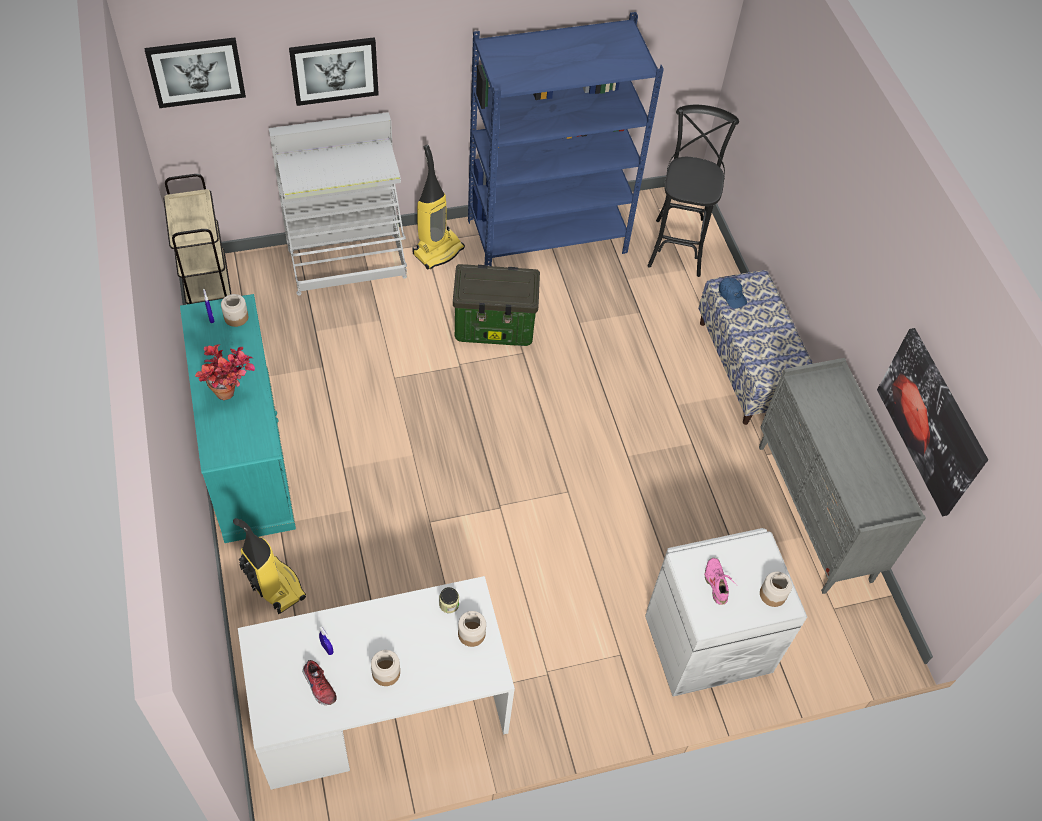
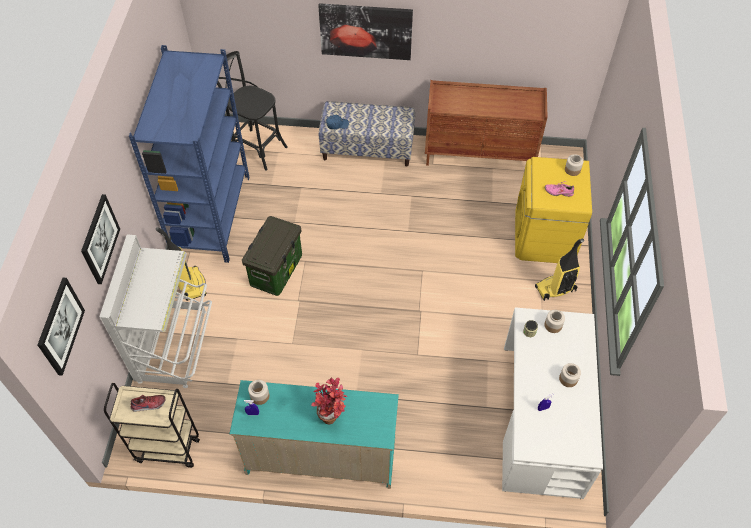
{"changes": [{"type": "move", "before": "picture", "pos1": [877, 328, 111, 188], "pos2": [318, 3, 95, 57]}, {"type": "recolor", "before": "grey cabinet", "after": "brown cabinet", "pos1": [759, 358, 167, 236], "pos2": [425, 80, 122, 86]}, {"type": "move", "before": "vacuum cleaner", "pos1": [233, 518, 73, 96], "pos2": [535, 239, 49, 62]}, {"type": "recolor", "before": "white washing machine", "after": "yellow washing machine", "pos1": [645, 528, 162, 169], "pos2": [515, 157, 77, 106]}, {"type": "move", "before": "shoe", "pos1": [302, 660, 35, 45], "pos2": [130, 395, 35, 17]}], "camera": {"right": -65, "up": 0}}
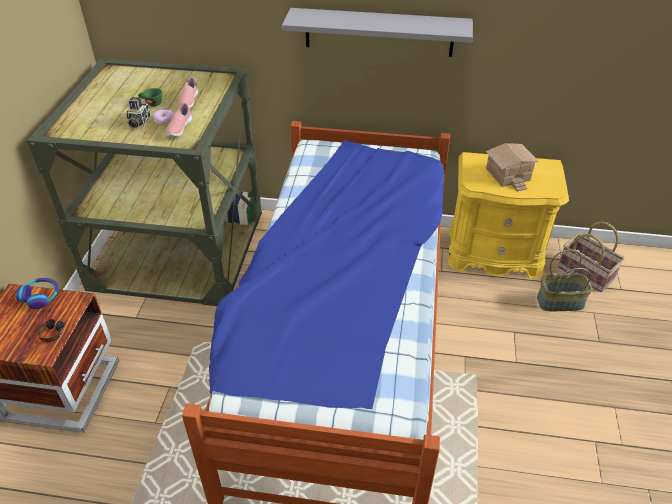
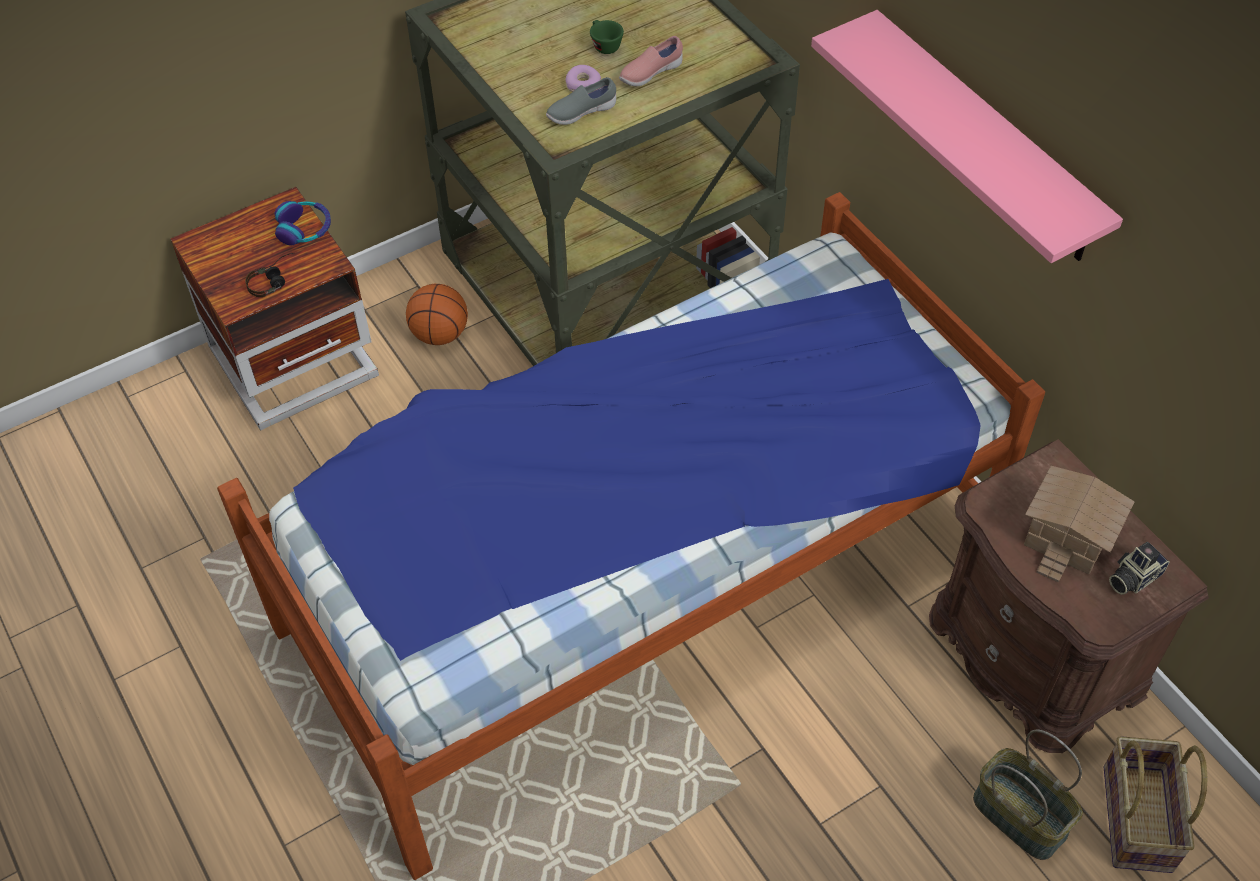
{"changes": [{"type": "recolor", "before": "grey shelf", "after": "pink shelf", "pos1": [282, 8, 191, 49], "pos2": [811, 10, 312, 253]}, {"type": "move", "before": "photo camera", "pos1": [127, 97, 23, 32], "pos2": [1109, 542, 61, 53]}, {"type": "recolor", "before": "pink shoe", "after": "grey shoe", "pos1": [166, 103, 26, 34], "pos2": [546, 77, 70, 48]}, {"type": "recolor", "before": "yellow nightstand", "after": "brown nightstand", "pos1": [448, 152, 121, 126], "pos2": [929, 439, 280, 314]}, {"type": "insert", "after": "basketball", "pos2": [406, 284, 62, 61]}], "camera": {"right": 50, "up": 10}}
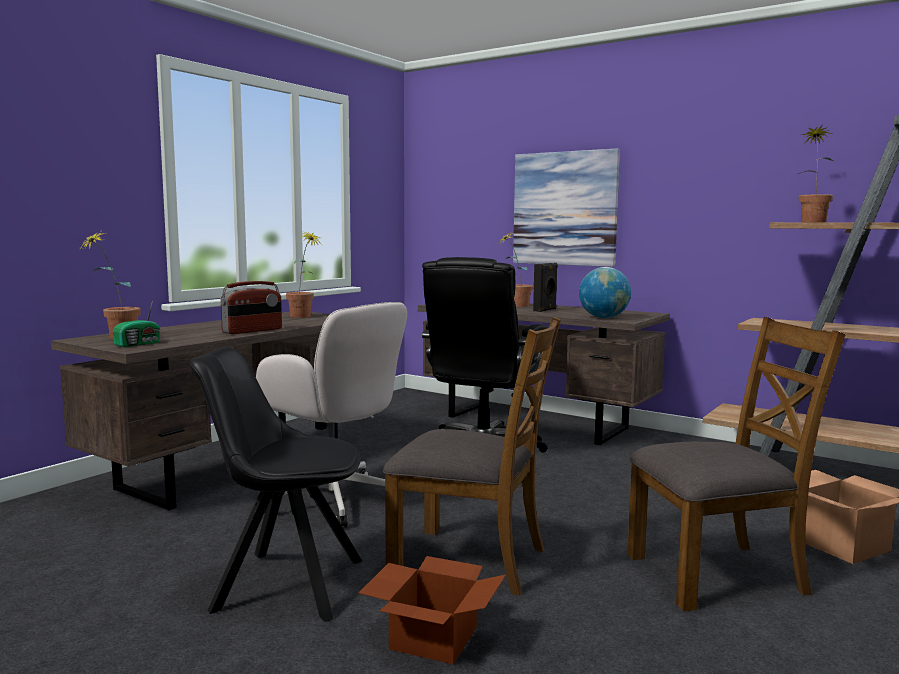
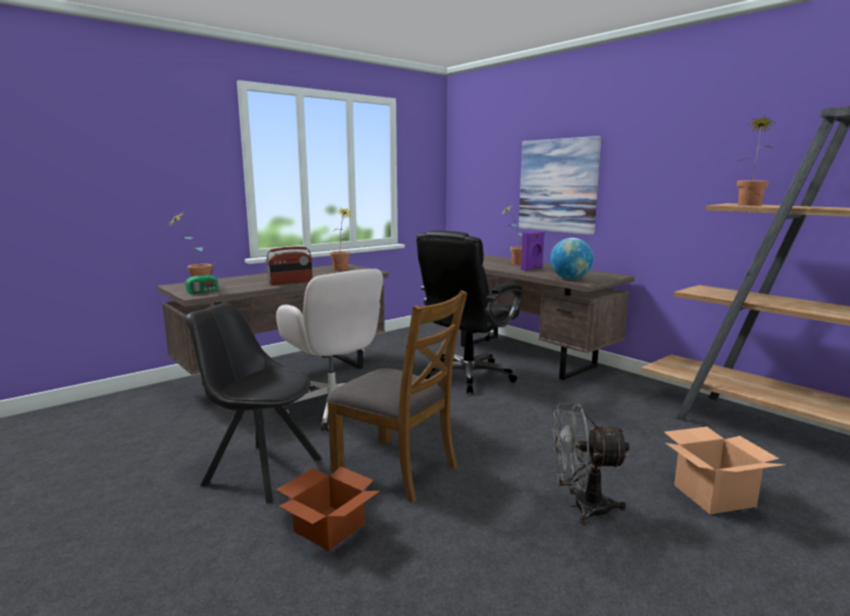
{"changes": [{"type": "recolor", "before": "black speaker", "after": "purple speaker", "pos1": [533, 263, 25, 49], "pos2": [521, 231, 24, 40]}, {"type": "replace", "before": "brown chair", "after": "grey fan", "pos1": [627, 317, 219, 294], "pos2": [552, 403, 78, 122]}], "camera": {"right": 15, "up": 5}}
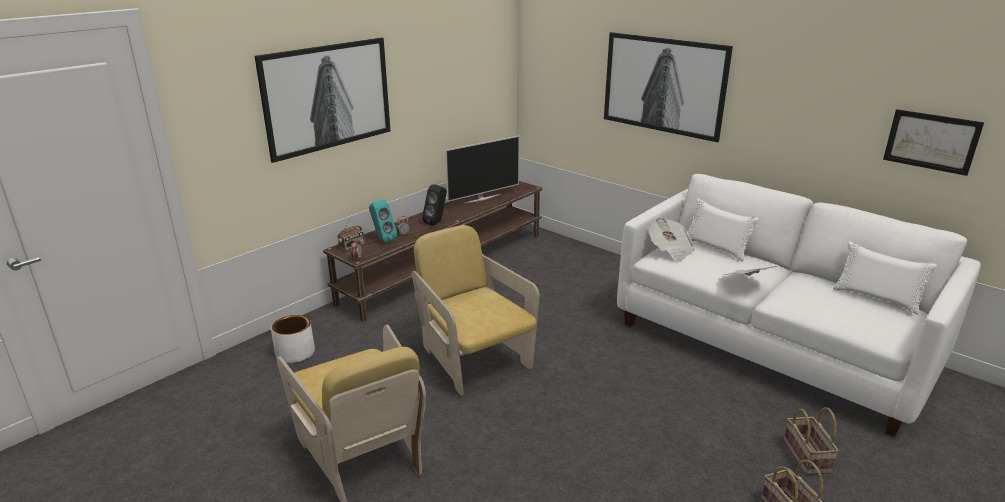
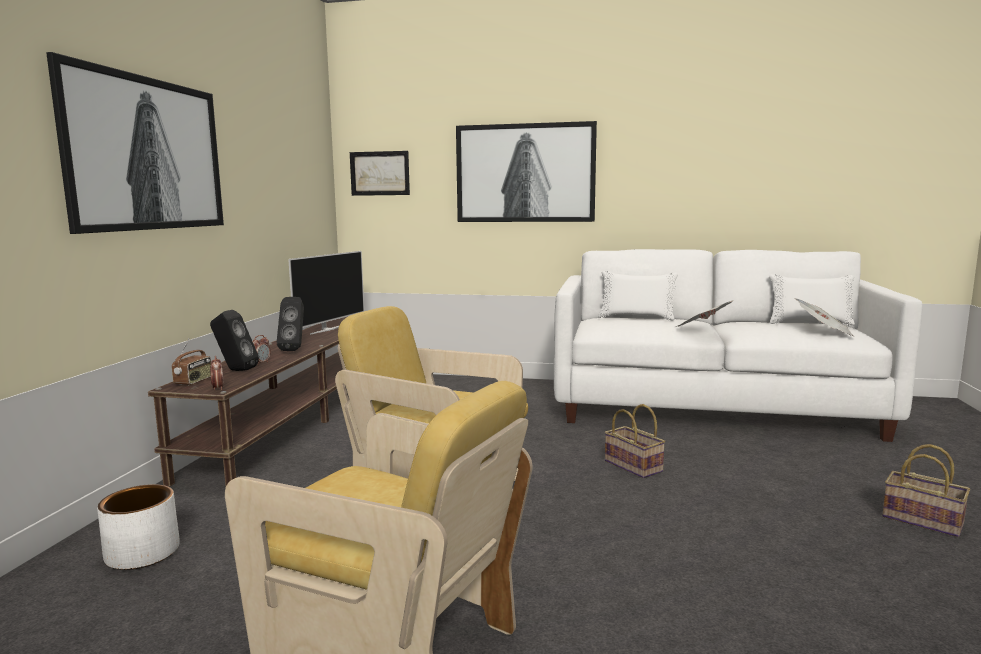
{"changes": [{"type": "move", "before": "picture", "pos1": [883, 109, 101, 67], "pos2": [350, 151, 60, 45]}, {"type": "recolor", "before": "turquoise speaker", "after": "black speaker", "pos1": [369, 199, 28, 44], "pos2": [210, 310, 49, 61]}, {"type": "move", "before": "newspaper", "pos1": [648, 217, 47, 44], "pos2": [794, 298, 60, 38]}, {"type": "move", "before": "basket", "pos1": [783, 407, 56, 68], "pos2": [605, 404, 60, 74]}], "camera": {"right": -30, "up": -15}}
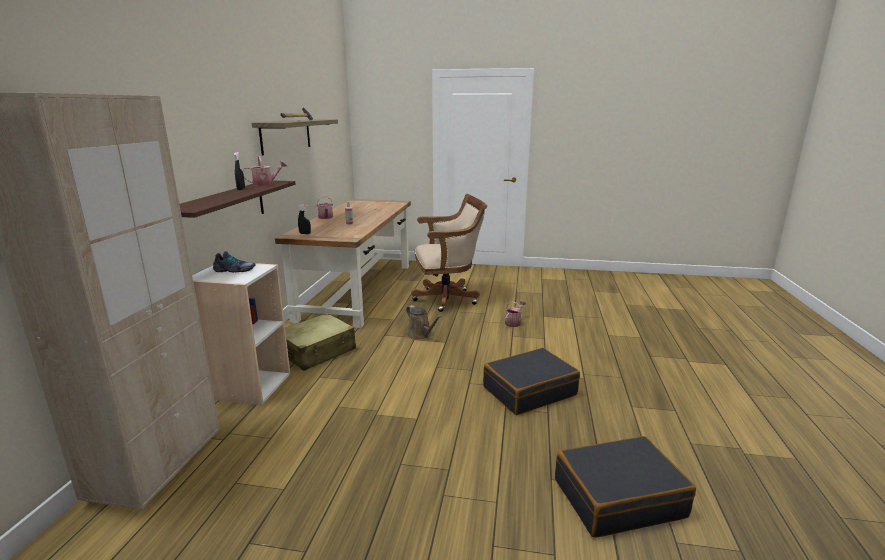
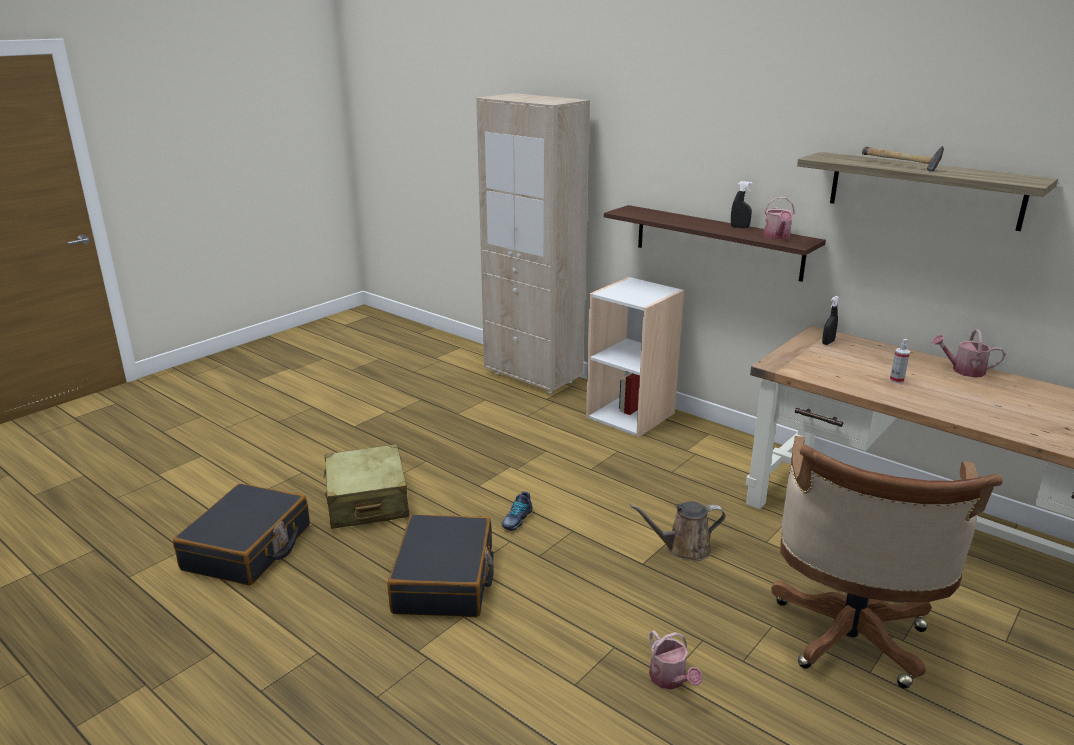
{"changes": [{"type": "move", "before": "shoe", "pos1": [213, 251, 42, 22], "pos2": [502, 491, 31, 40]}, {"type": "move", "before": "beige suitcase", "pos1": [285, 313, 71, 58], "pos2": [323, 444, 87, 85]}], "camera": {"right": 120, "up": 5}}
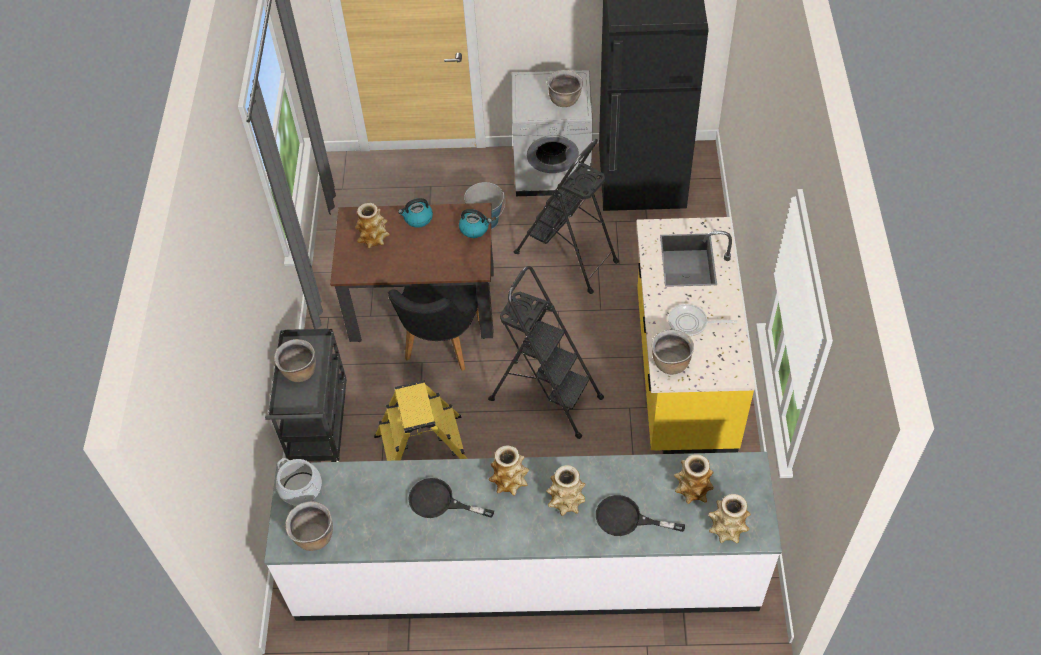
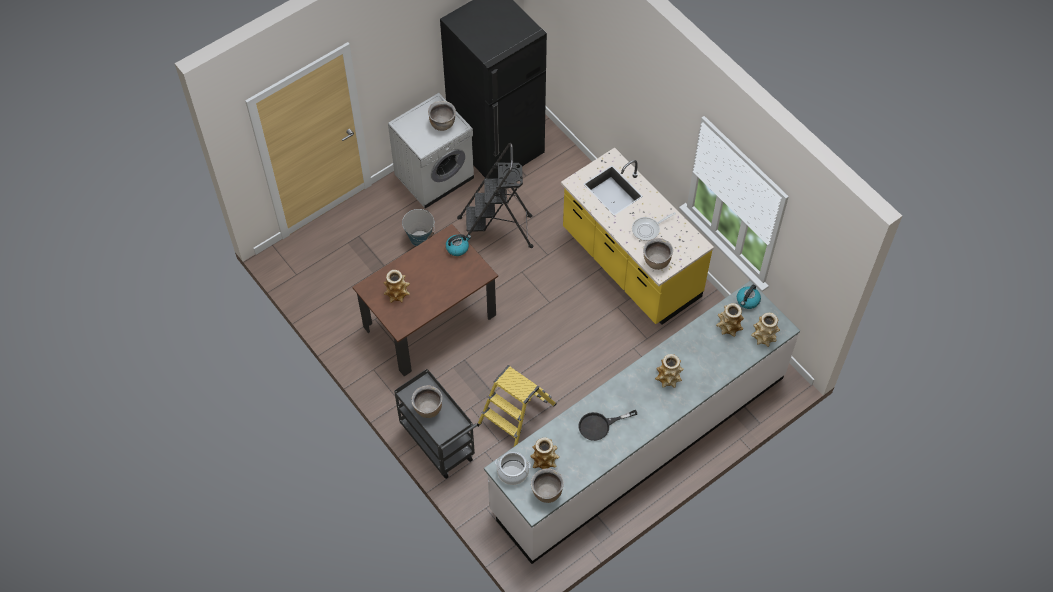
{"changes": [{"type": "move", "before": "kettle", "pos1": [398, 198, 35, 30], "pos2": [737, 284, 24, 25]}, {"type": "delete", "before": "step ladder", "pos1": [488, 266, 116, 173]}, {"type": "delete", "before": "black chair", "pos1": [388, 285, 92, 86]}, {"type": "move", "before": "vase", "pos1": [489, 445, 40, 51], "pos2": [531, 437, 28, 32]}, {"type": "delete", "before": "black frying pan", "pos1": [596, 495, 89, 41]}], "camera": {"right": -40, "up": 5}}
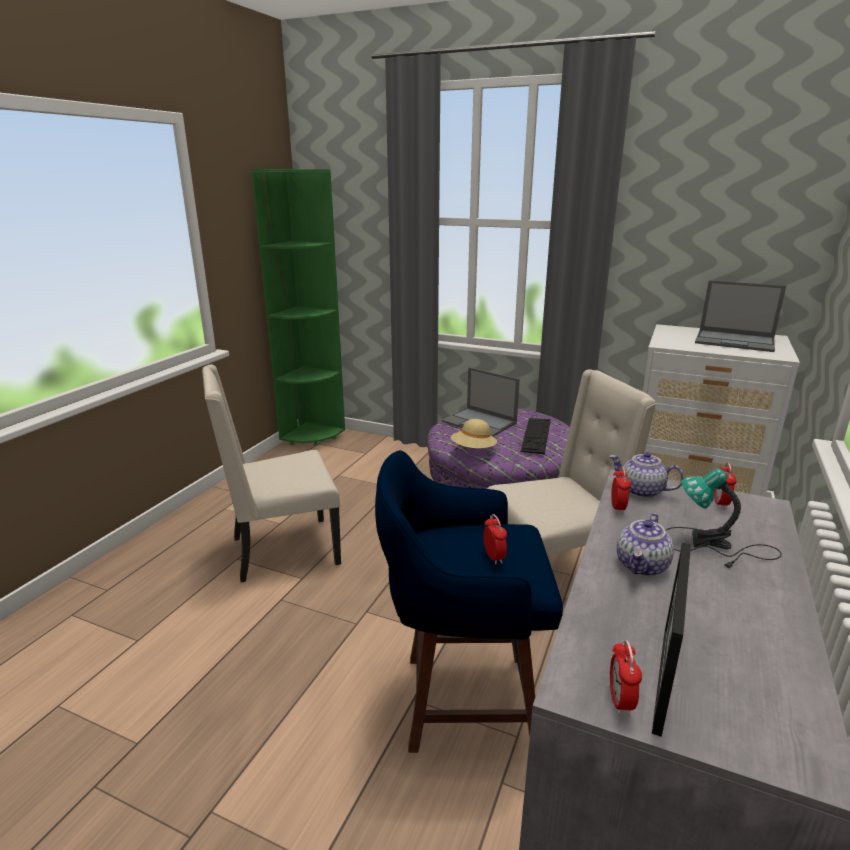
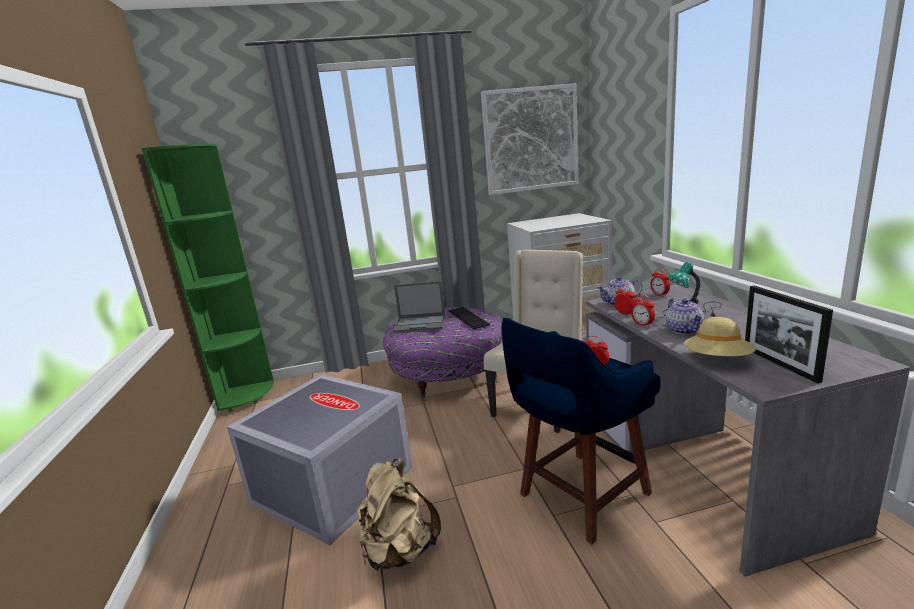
{"changes": [{"type": "delete", "before": "laptop", "pos1": [695, 280, 91, 72]}, {"type": "replace", "before": "beige chair", "after": "grey storage box", "pos1": [202, 365, 139, 217], "pos2": [227, 374, 185, 171]}, {"type": "move", "before": "beige hat", "pos1": [451, 419, 46, 29], "pos2": [684, 317, 72, 39]}, {"type": "move", "before": "alarm clock", "pos1": [610, 640, 32, 75], "pos2": [631, 294, 24, 33]}, {"type": "insert", "after": "picture", "pos2": [481, 83, 97, 112]}, {"type": "insert", "after": "beige backpack", "pos2": [357, 459, 84, 112]}], "camera": {"right": -35, "up": -5}}
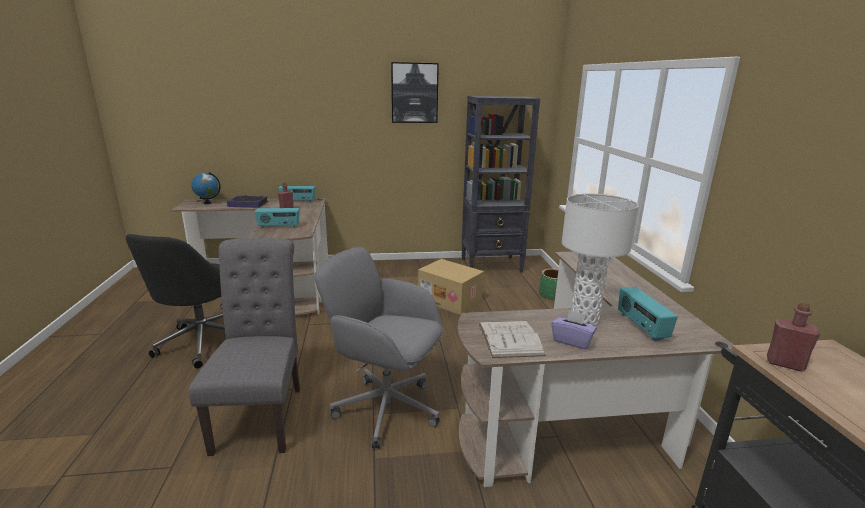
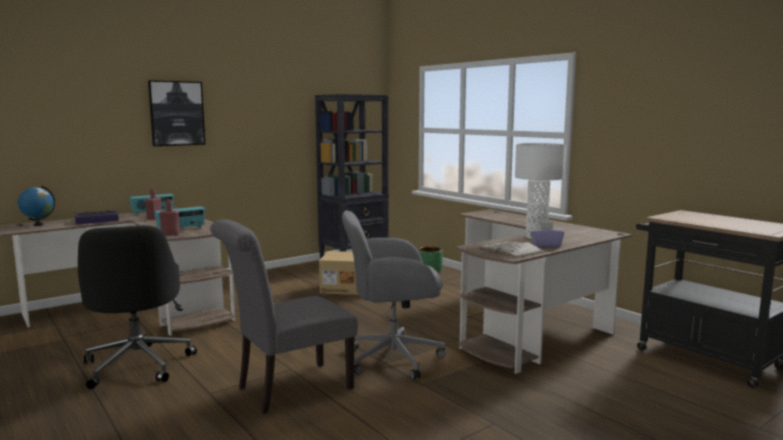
{"changes": [{"type": "move", "before": "picture", "pos1": [391, 62, 48, 61], "pos2": [148, 80, 57, 66]}, {"type": "rotate", "before": "grey chair", "pos1": [188, 238, 112, 218], "pos2": [210, 219, 148, 195], "turn": -90}, {"type": "delete", "before": "radio", "pos1": [618, 287, 60, 54]}, {"type": "move", "before": "red bottle", "pos1": [767, 303, 53, 68], "pos2": [159, 199, 21, 36]}], "camera": {"right": -30, "up": -10}}
